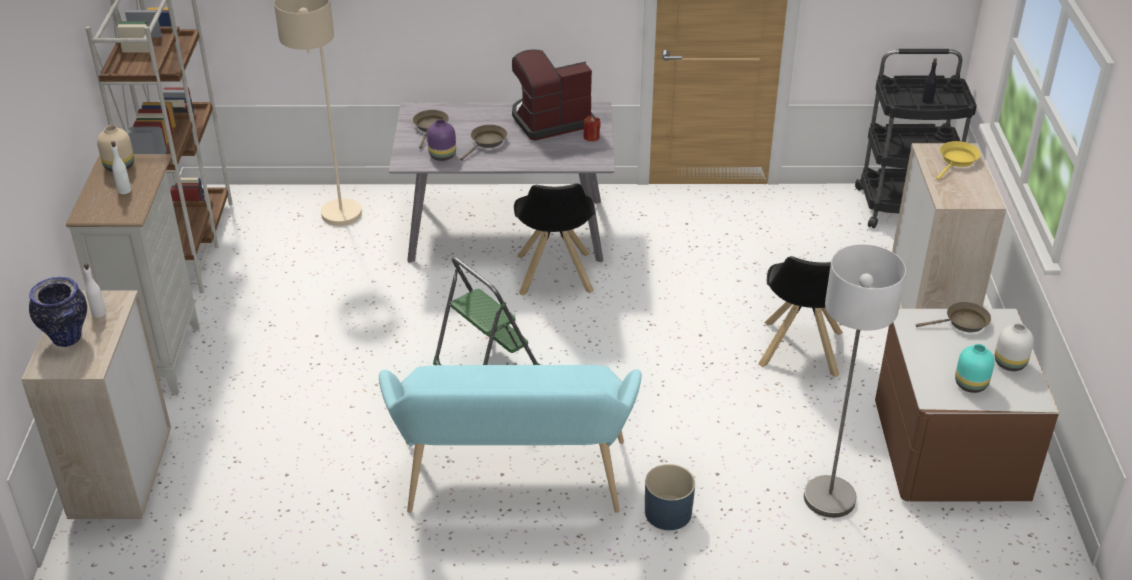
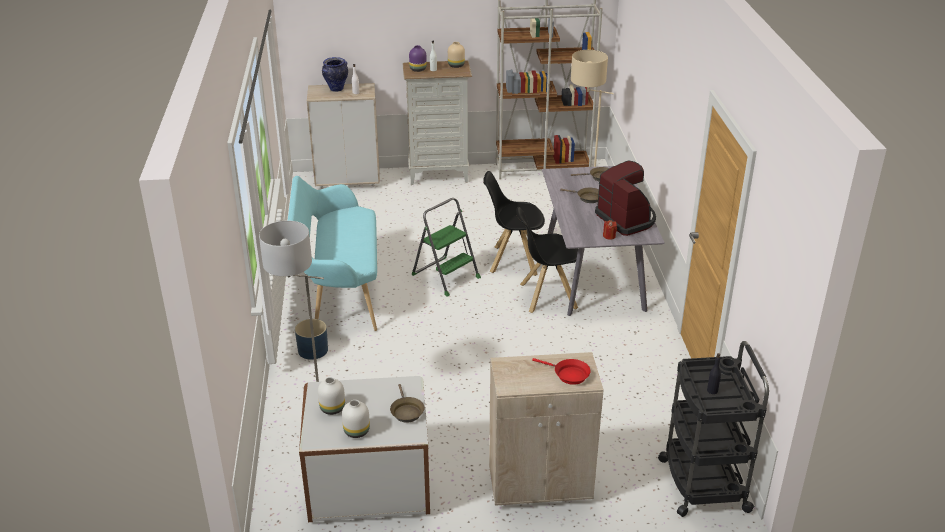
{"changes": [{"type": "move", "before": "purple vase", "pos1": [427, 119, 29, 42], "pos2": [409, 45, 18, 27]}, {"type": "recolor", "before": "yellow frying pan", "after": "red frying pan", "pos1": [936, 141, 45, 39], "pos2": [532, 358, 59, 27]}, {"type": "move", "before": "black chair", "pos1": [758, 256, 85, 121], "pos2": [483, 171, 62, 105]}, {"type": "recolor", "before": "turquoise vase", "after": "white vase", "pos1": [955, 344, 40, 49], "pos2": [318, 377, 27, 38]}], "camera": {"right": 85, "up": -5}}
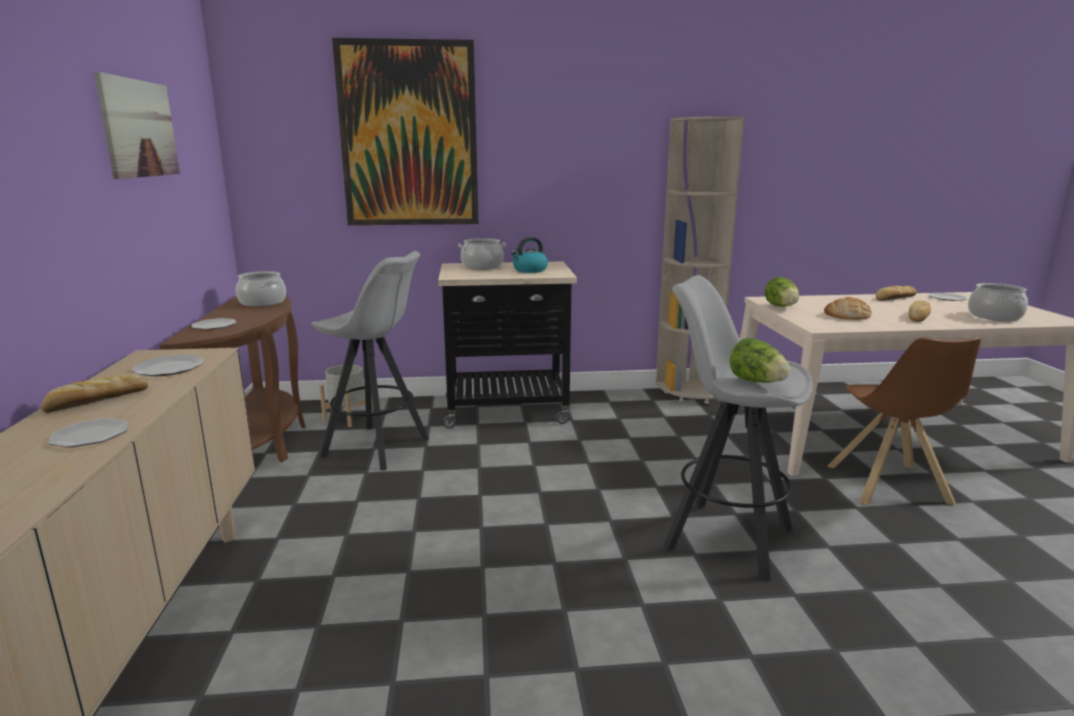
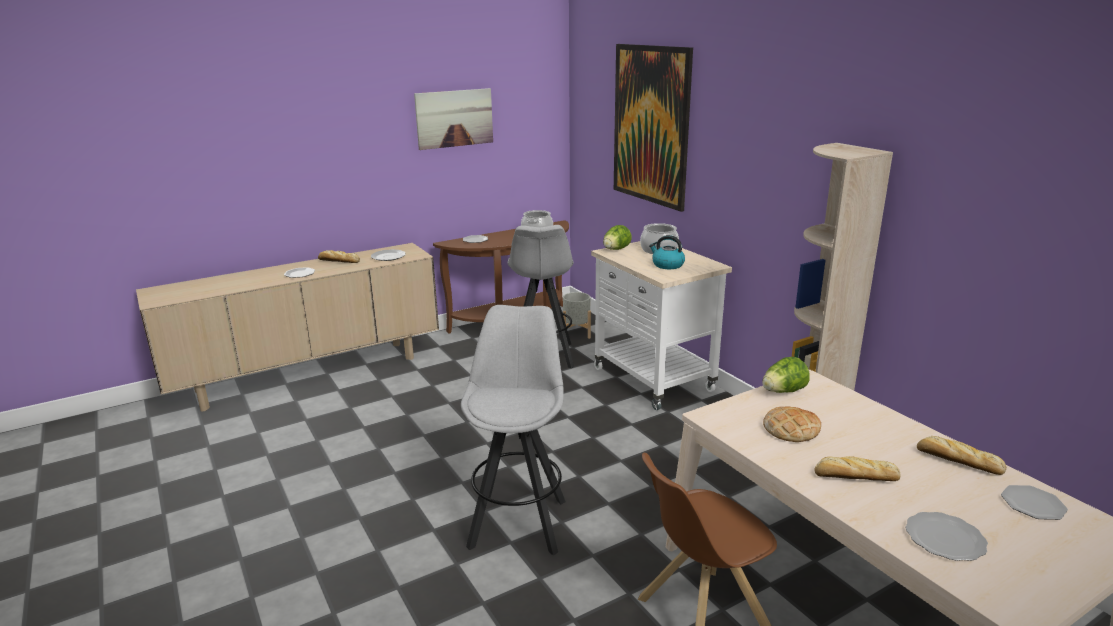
{"changes": [{"type": "recolor", "before": "black cart", "after": "white cart", "pos1": [438, 262, 139, 167], "pos2": [591, 241, 141, 169]}, {"type": "replace", "before": "cooking pot", "after": "plate", "pos1": [968, 283, 60, 38], "pos2": [905, 512, 83, 49]}, {"type": "move", "before": "lettuce", "pos1": [730, 338, 61, 45], "pos2": [603, 225, 29, 25]}], "camera": {"right": 65, "up": 5}}
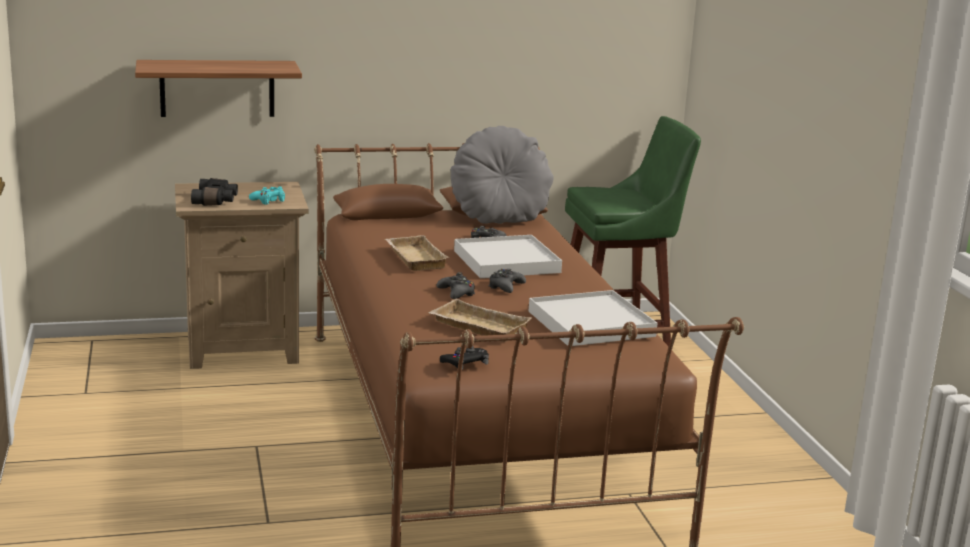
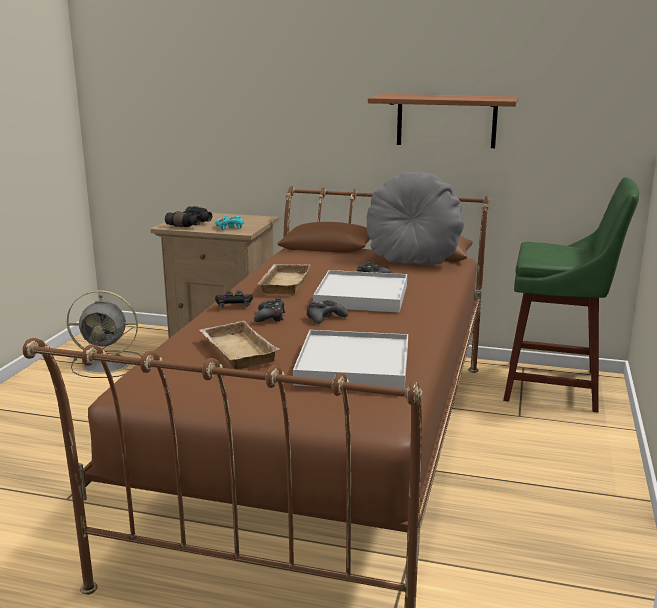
{"changes": [{"type": "move", "before": "shelf", "pos1": [135, 60, 167, 57], "pos2": [368, 94, 151, 54]}, {"type": "move", "before": "black game controller", "pos1": [440, 346, 49, 24], "pos2": [215, 290, 38, 18]}, {"type": "insert", "after": "grey fan", "pos2": [67, 290, 75, 88]}], "camera": {"right": 30, "up": 0}}
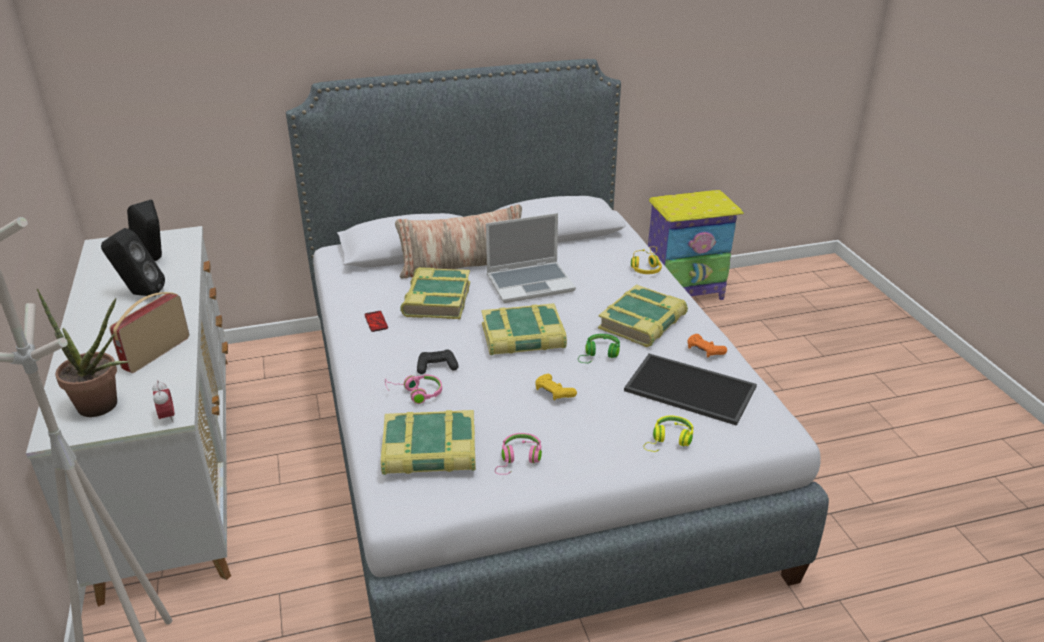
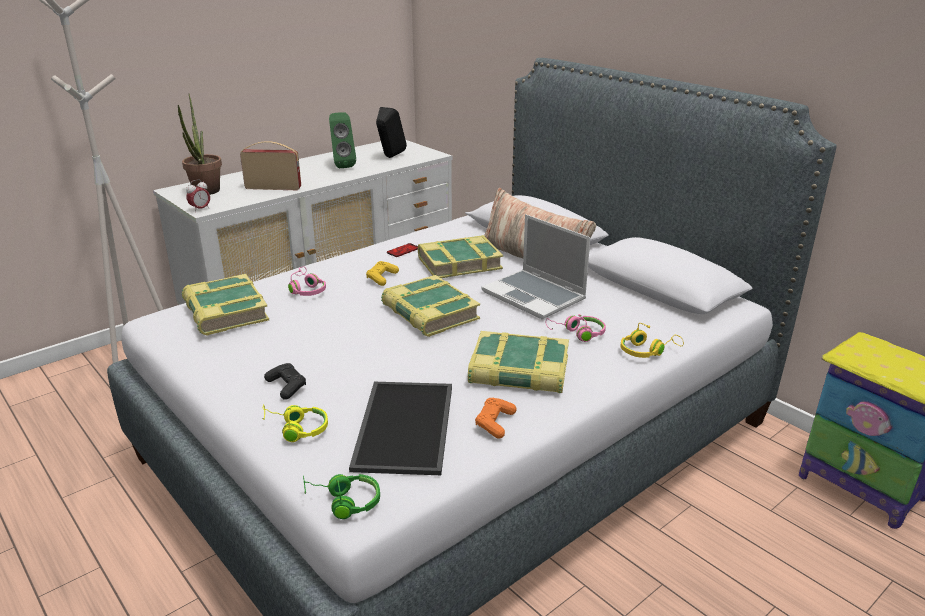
{"changes": [{"type": "recolor", "before": "black speaker", "after": "green speaker", "pos1": [101, 228, 64, 69], "pos2": [329, 112, 27, 56]}, {"type": "move", "before": "green headphones", "pos1": [578, 334, 42, 29], "pos2": [303, 474, 77, 45]}, {"type": "move", "before": "black game controller", "pos1": [417, 349, 42, 25], "pos2": [264, 363, 42, 37]}, {"type": "move", "before": "yellow game controller", "pos1": [535, 374, 42, 27], "pos2": [366, 261, 33, 25]}, {"type": "move", "before": "pink headphones", "pos1": [495, 433, 47, 42], "pos2": [546, 314, 60, 28]}], "camera": {"right": 65, "up": -5}}
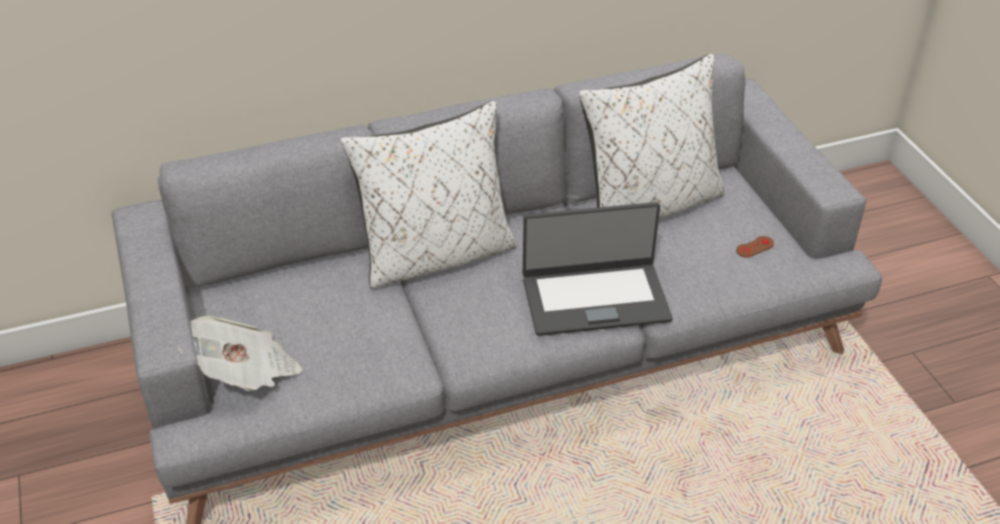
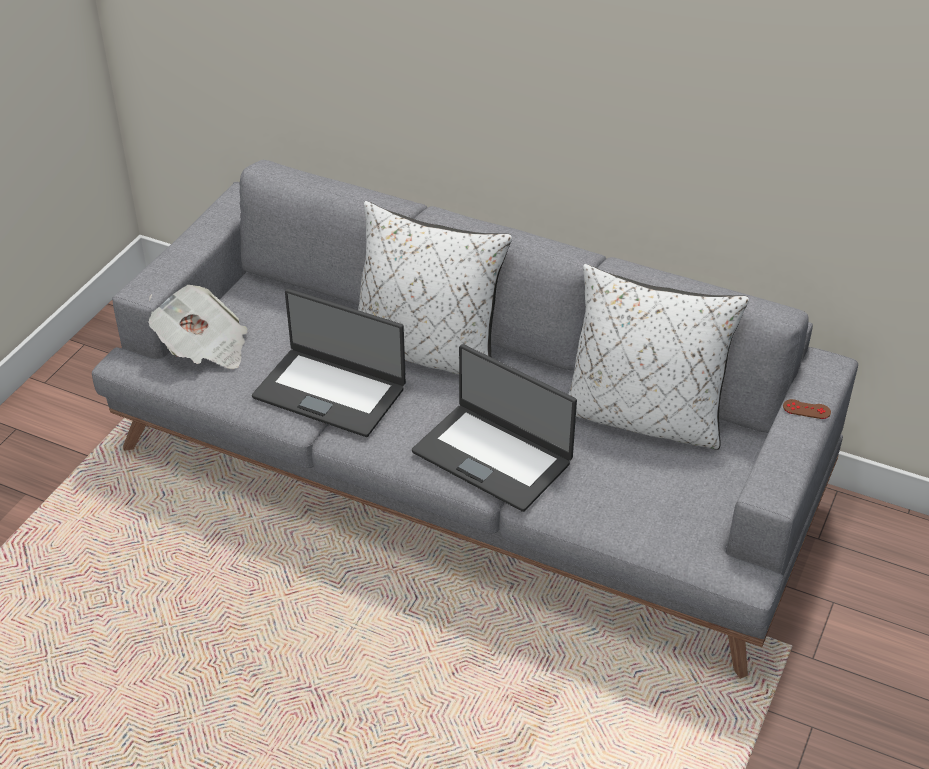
{"changes": [{"type": "move", "before": "brown game controller", "pos1": [736, 236, 38, 21], "pos2": [783, 399, 48, 20]}, {"type": "insert", "after": "laptop", "pos2": [252, 289, 154, 148]}], "camera": {"right": 45, "up": 0}}
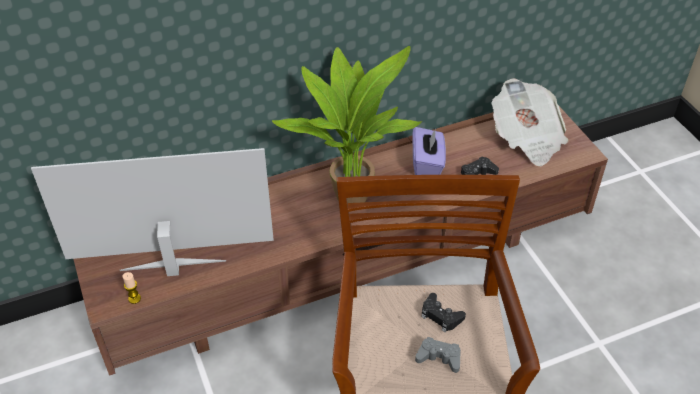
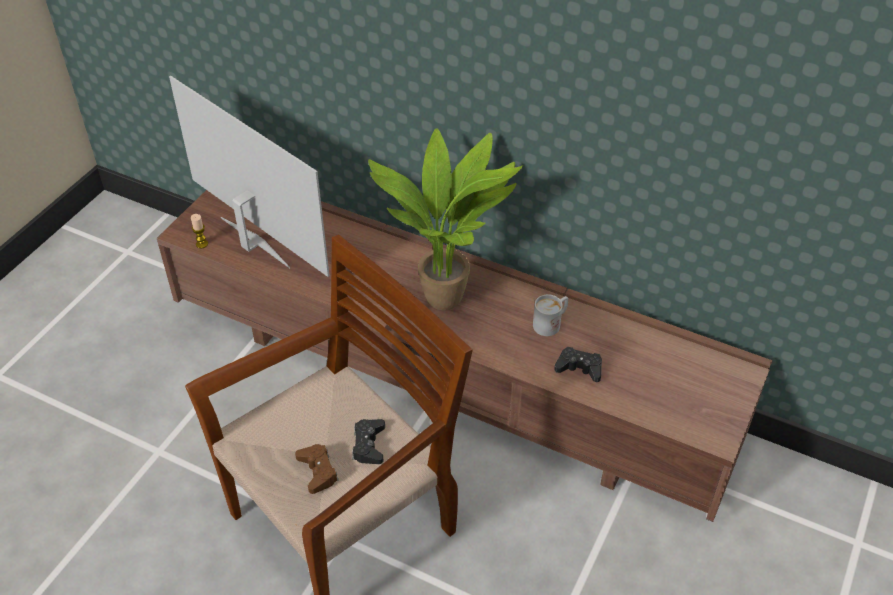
{"changes": [{"type": "delete", "before": "newspaper", "pos1": [492, 78, 76, 89]}, {"type": "replace", "before": "purple tissue box", "after": "white mug", "pos1": [413, 127, 33, 48], "pos2": [533, 294, 35, 42]}, {"type": "recolor", "before": "grey game controller", "after": "brown game controller", "pos1": [415, 337, 46, 36], "pos2": [295, 444, 44, 50]}], "camera": {"right": 50, "up": 0}}
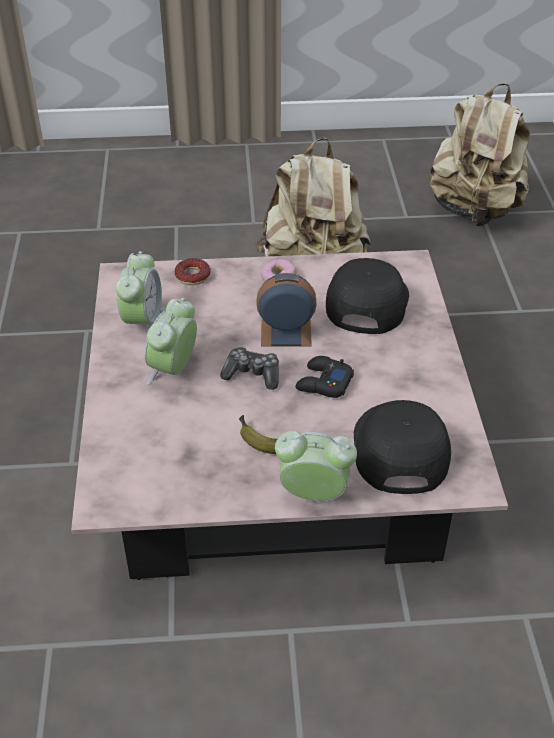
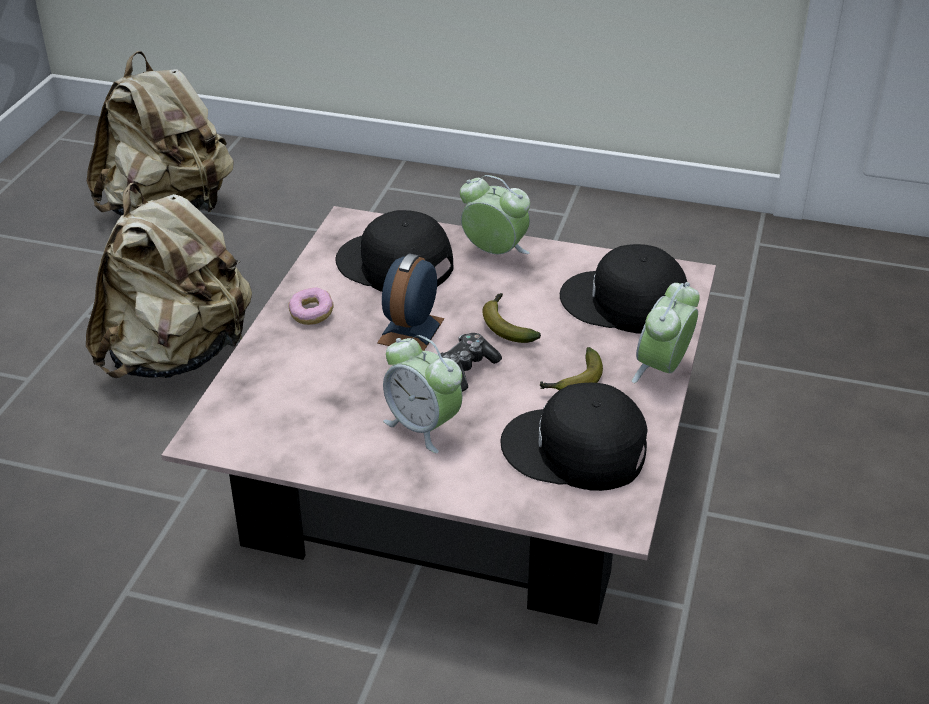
{"changes": [{"type": "move", "before": "alarm clock", "pos1": [116, 251, 49, 79], "pos2": [460, 175, 70, 79]}, {"type": "delete", "before": "donut", "pos1": [174, 258, 37, 27]}, {"type": "replace", "before": "black game controller", "after": "banana", "pos1": [295, 356, 59, 42], "pos2": [482, 293, 59, 50]}, {"type": "insert", "after": "black cap", "pos2": [500, 383, 148, 108]}], "camera": {"right": -70, "up": -5}}
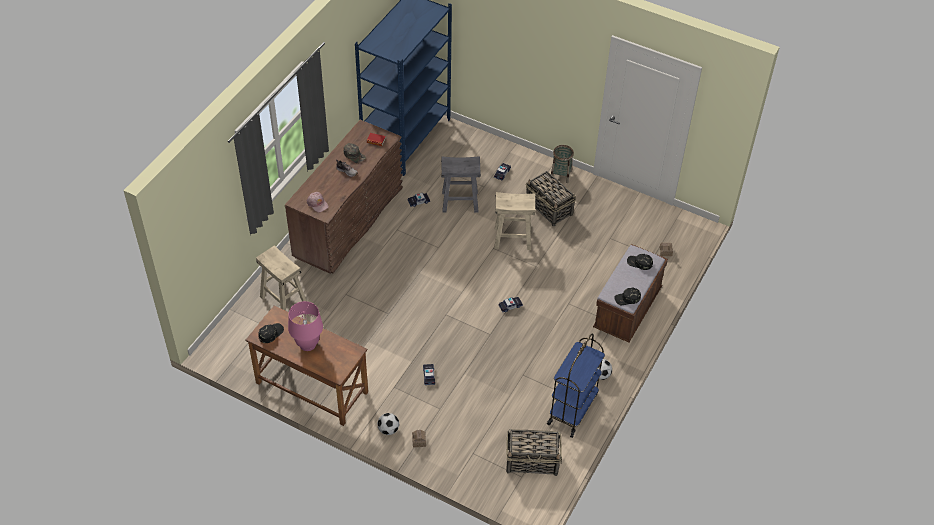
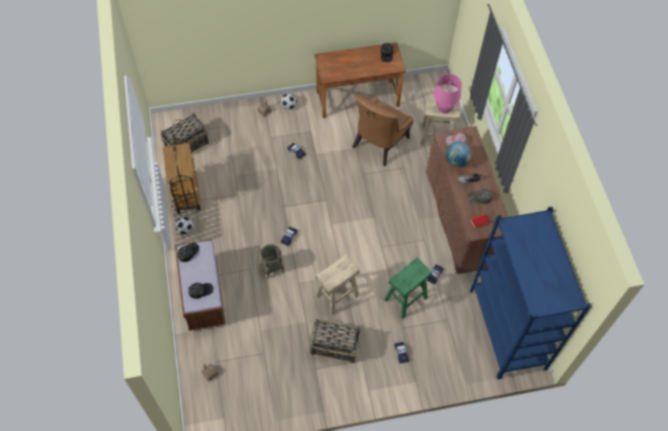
{"changes": [{"type": "move", "before": "basket", "pos1": [551, 145, 23, 38], "pos2": [261, 244, 23, 35]}, {"type": "recolor", "before": "grey stool", "after": "green stool", "pos1": [441, 156, 40, 57], "pos2": [384, 257, 48, 62]}, {"type": "move", "before": "pink table lamp", "pos1": [288, 301, 35, 50], "pos2": [434, 74, 28, 40]}, {"type": "recolor", "before": "blue cart", "after": "brown cart", "pos1": [547, 334, 58, 104], "pos2": [163, 134, 38, 80]}, {"type": "insert", "after": "brown chair", "pos2": [352, 94, 62, 72]}, {"type": "insert", "after": "globe", "pos2": [446, 141, 26, 26]}], "camera": {"right": 140, "up": 10}}
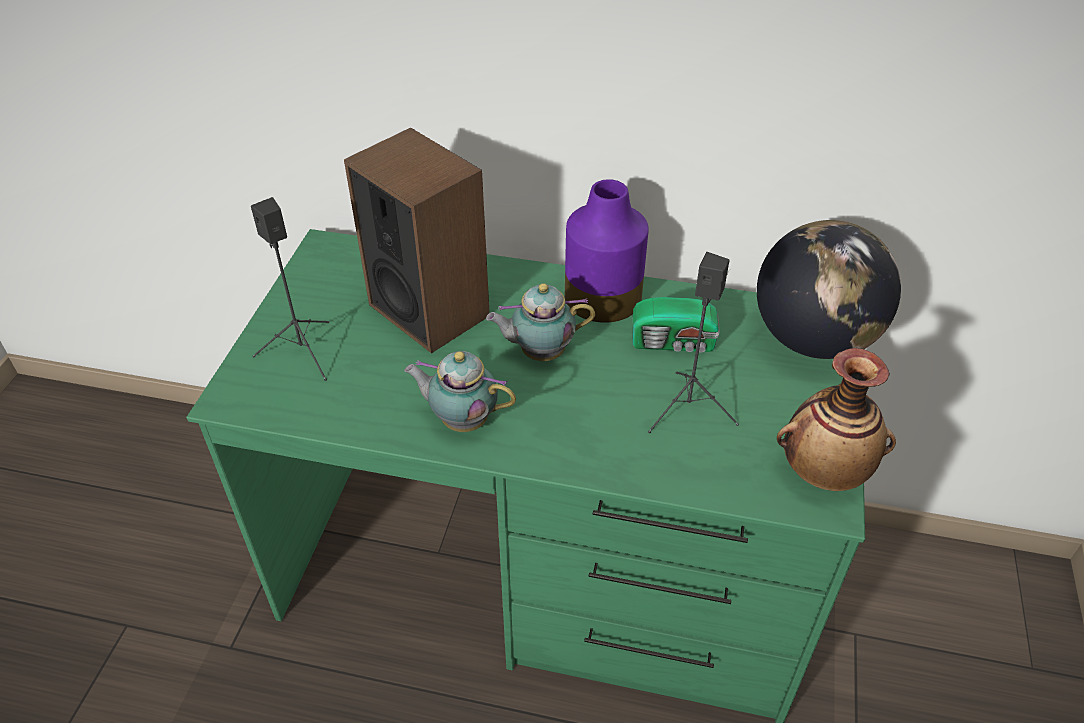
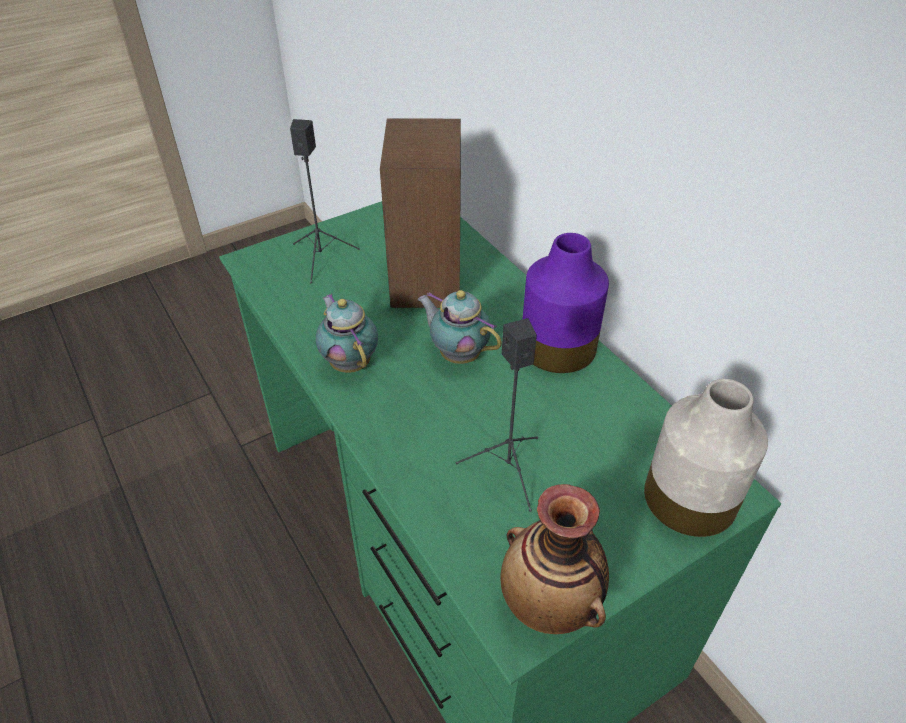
{"changes": [{"type": "replace", "before": "globe", "after": "beige vase", "pos1": [757, 220, 144, 139], "pos2": [644, 379, 124, 158]}, {"type": "delete", "before": "radio", "pos1": [633, 269, 97, 84]}], "camera": {"right": 45, "up": 0}}
